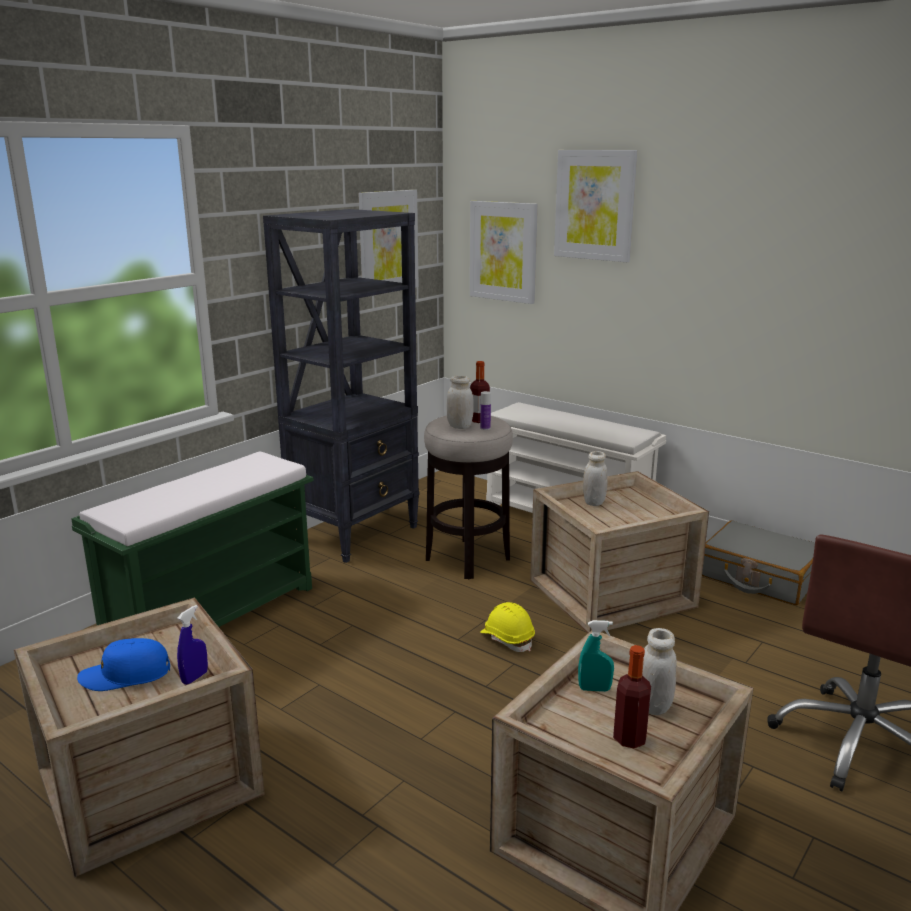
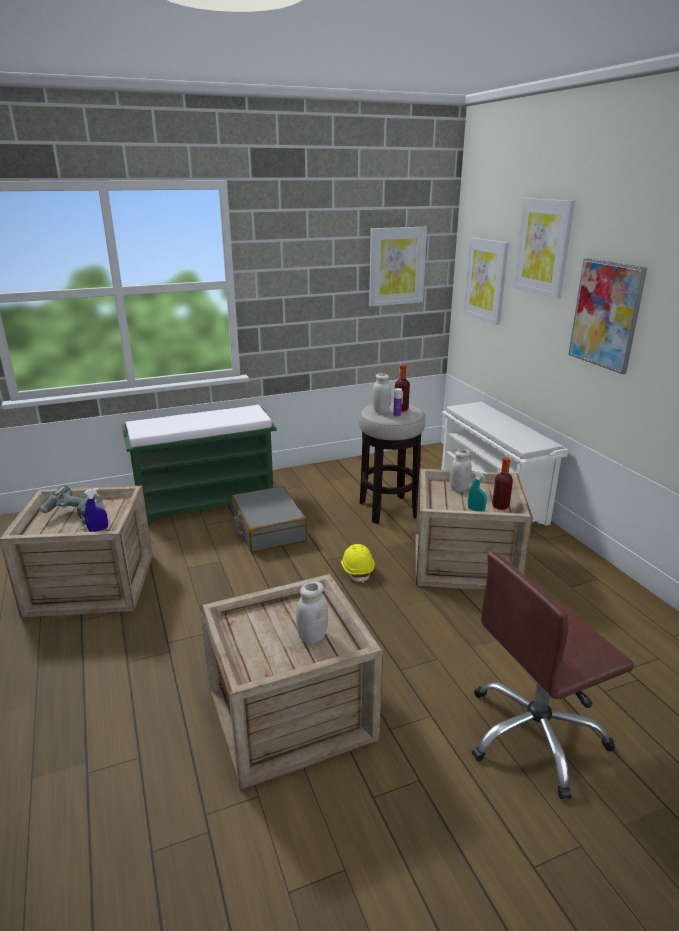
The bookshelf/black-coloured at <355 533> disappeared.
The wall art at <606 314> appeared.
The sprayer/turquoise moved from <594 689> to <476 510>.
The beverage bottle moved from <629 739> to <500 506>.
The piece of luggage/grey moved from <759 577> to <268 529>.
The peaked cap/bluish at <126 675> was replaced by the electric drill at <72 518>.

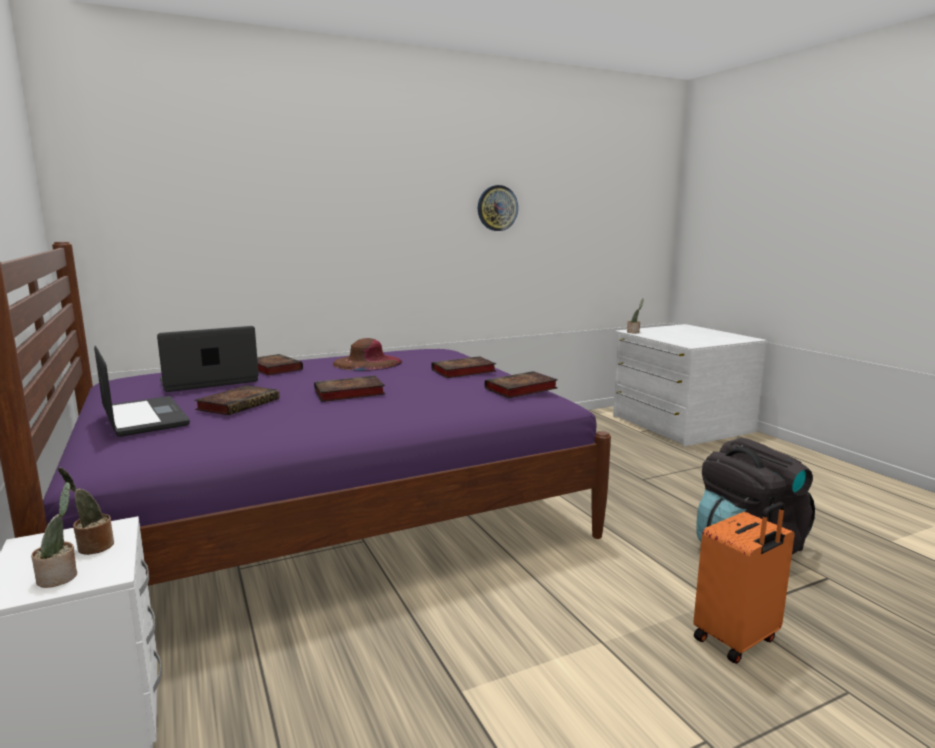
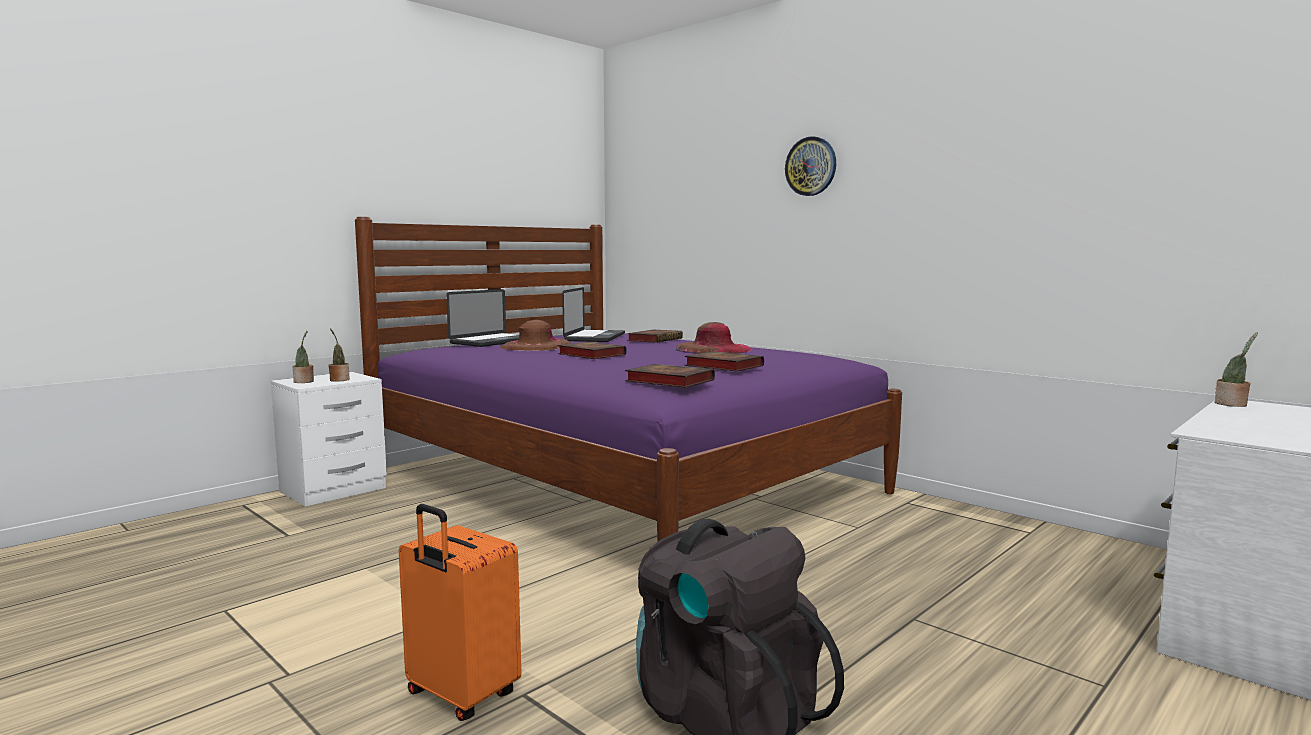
The wall clock moved from <497 208> to <811 166>.
The book at <239 404> was replaced by the clothing hat/brownish at <536 346>.
The laptop at <209 381> turned 60 degrees clockwise.

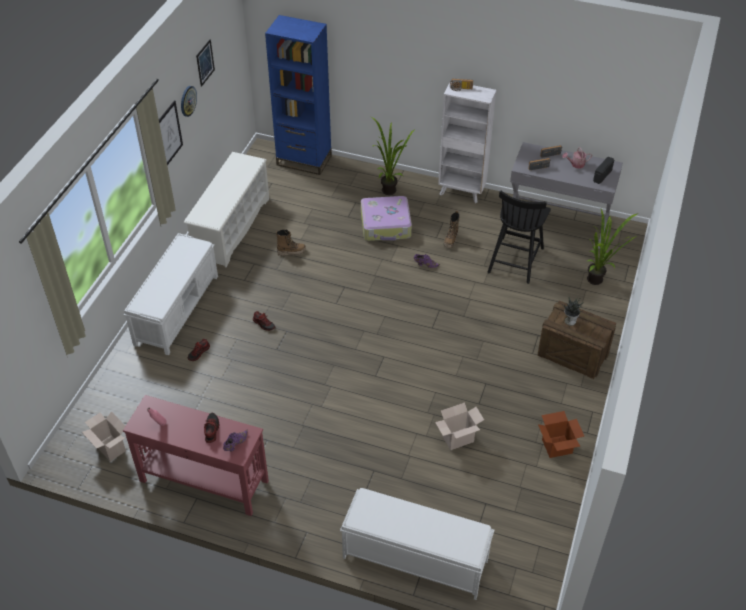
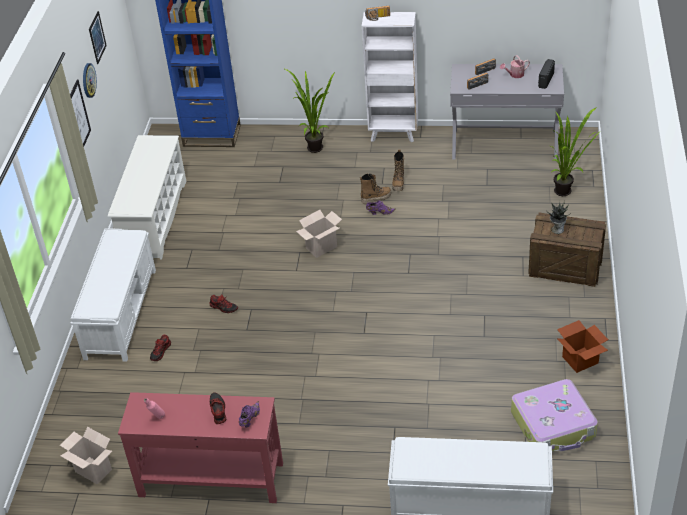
The upright chair/black-coloured at <515 259> disappeared.
The boot moved from <291 252> to <376 198>.
The piece of luggage moved from <386 225> to <554 425>.
The carton moved from <457 440> to <321 248>.

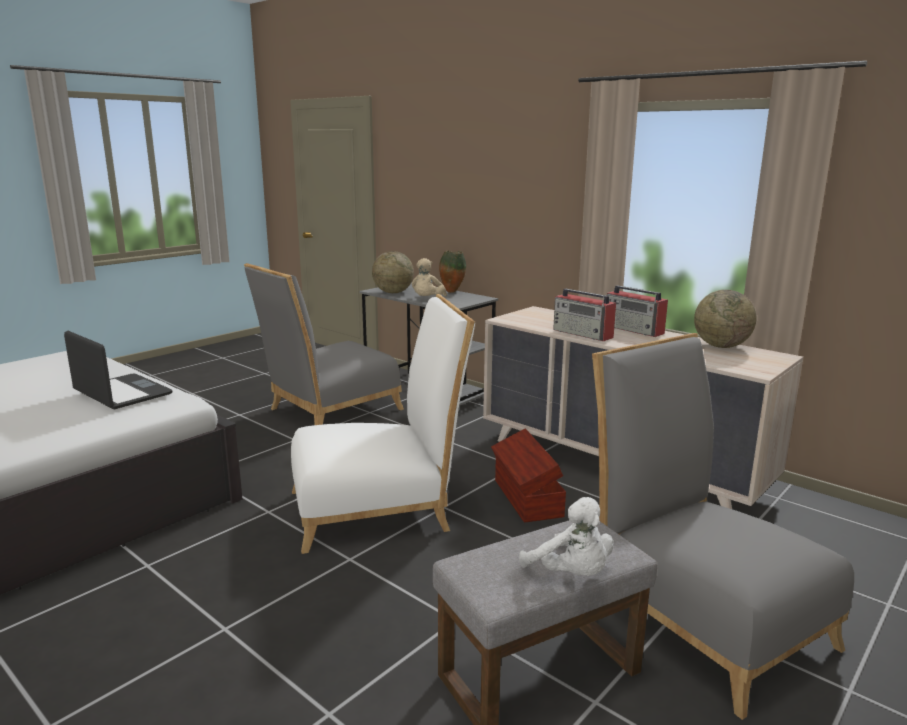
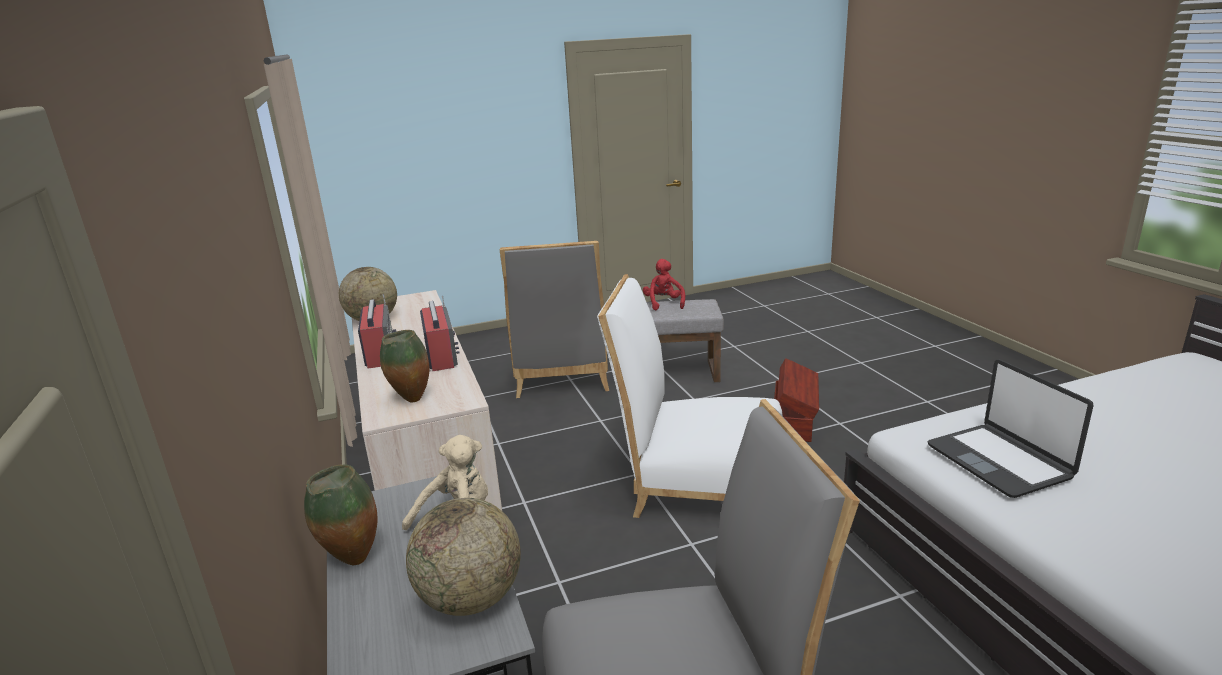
The vase at <411 400> appeared.
The storage box/brownish moved from <526 498> to <793 420>.
The plush toy/white at <571 574> became the plush toy/red-coloured at <664 303>.

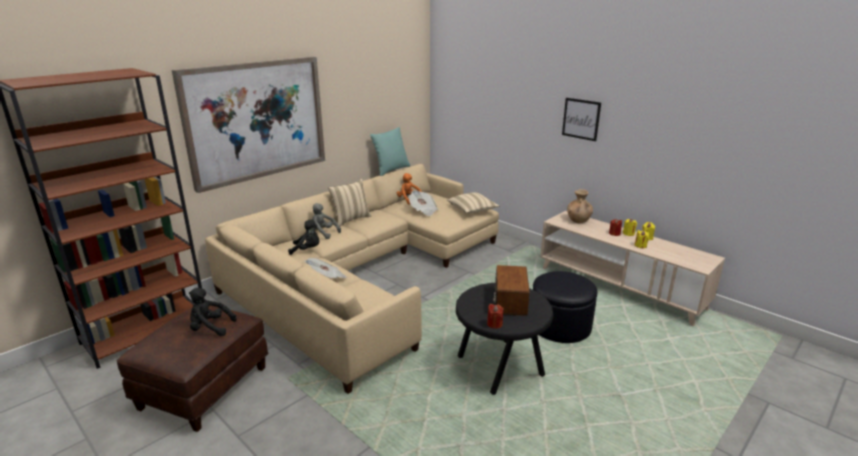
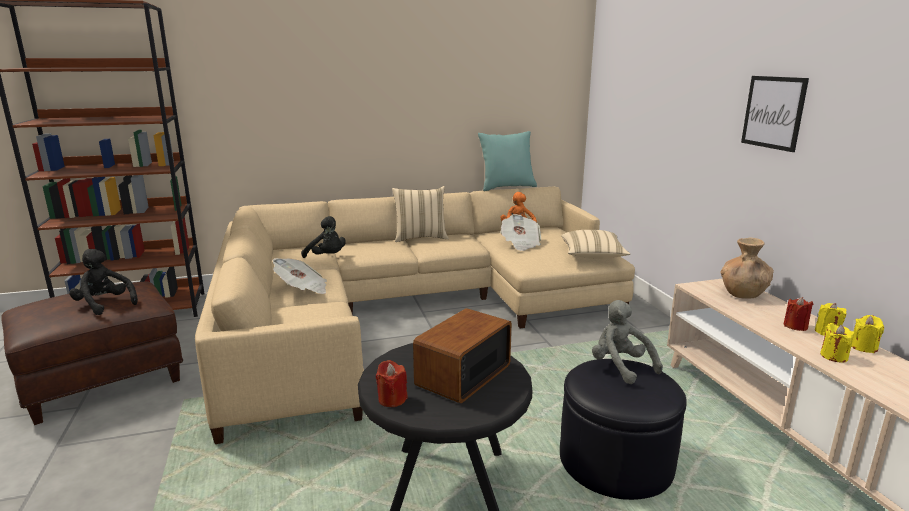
The wall art at <256 120> disappeared.
The plush toy/grey moved from <323 233> to <620 367>.

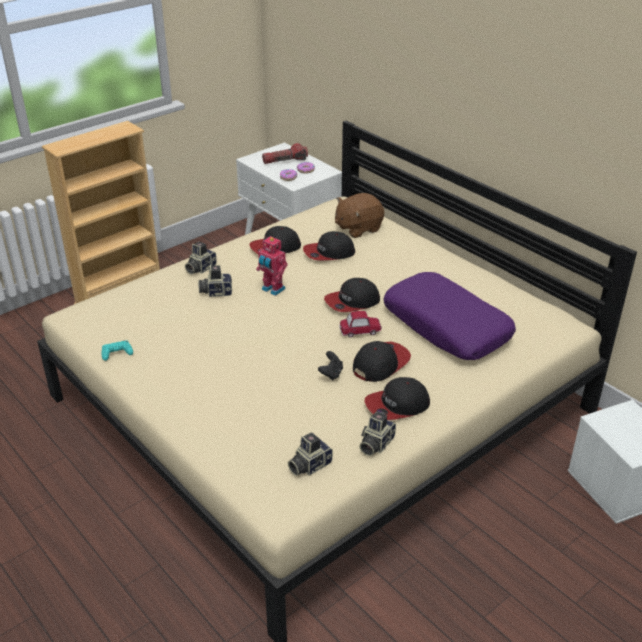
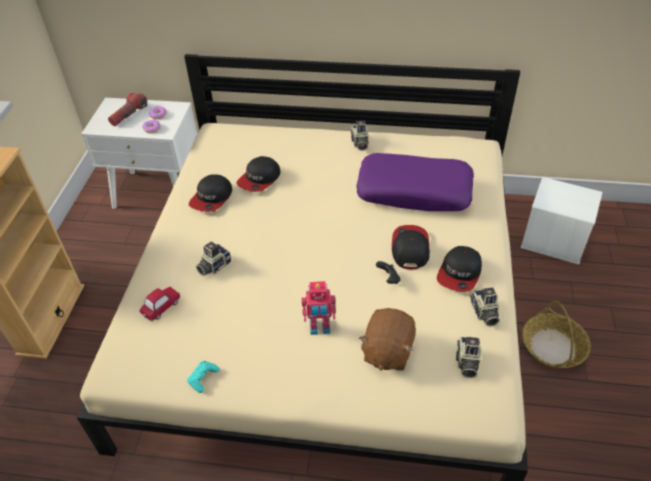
The peaked cap at <352 302> disappeared.
The basket at <553 347> appeared.
The photo camera moved from <200 268> to <359 143>.
The toy robot moved from <272 290> to <320 328>.
The plush toy/brownish moved from <358 228> to <387 351>.
The miniature car moved from <360 330> to <161 306>.

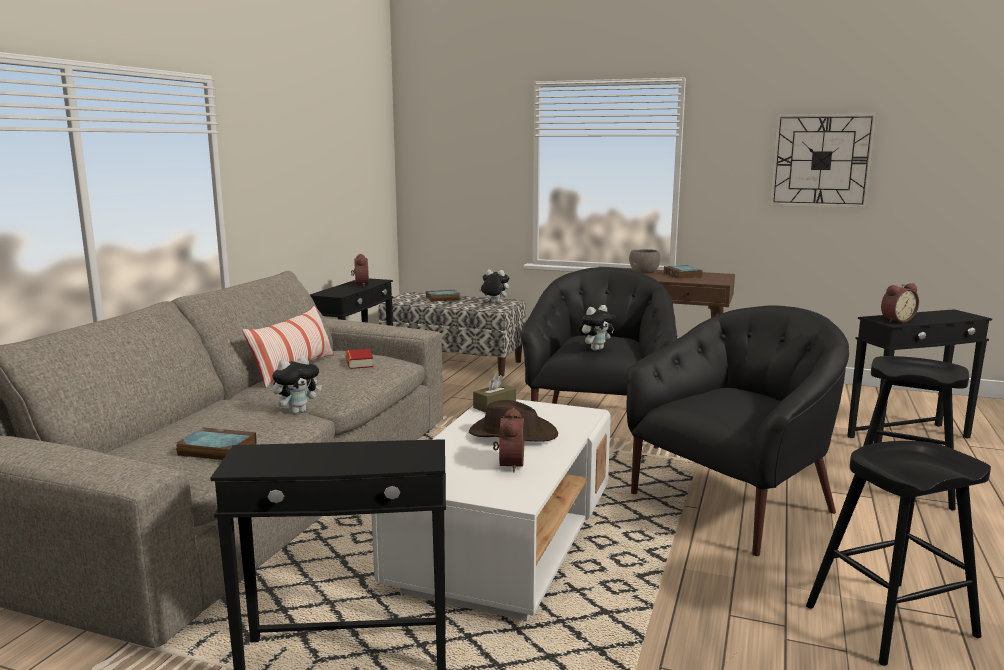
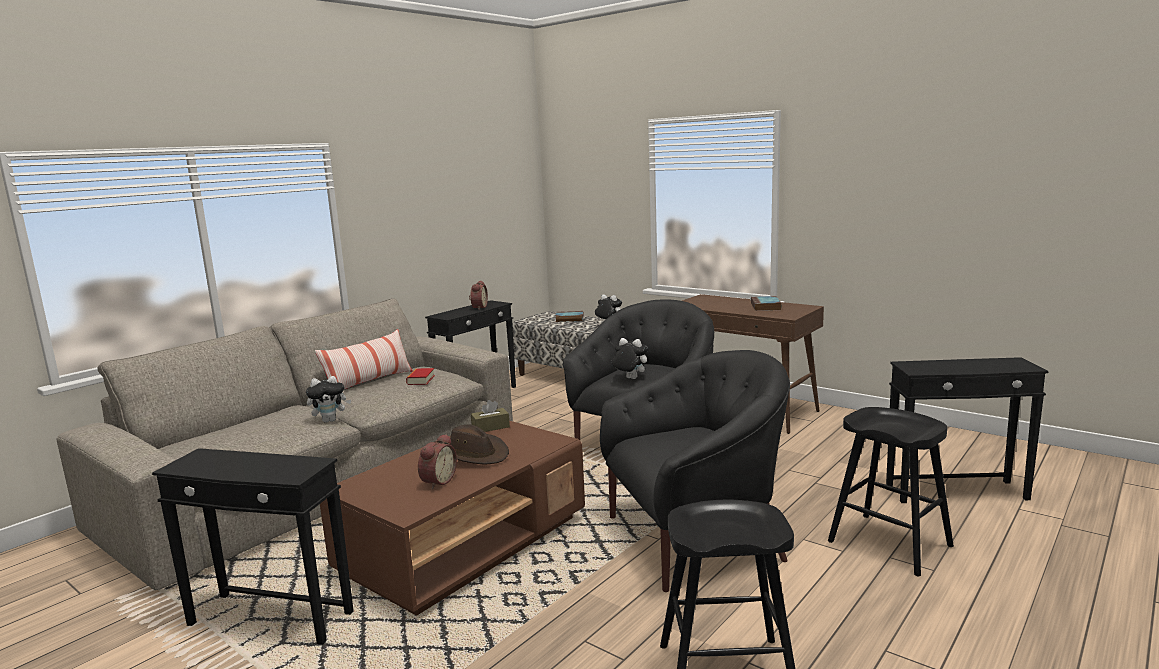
The book at <215 450> disappeared.
The deep dish/grey at <643 272> disappeared.
The wall clock at <821 160> disappeared.
The table clock at <896 320> disappeared.
The coffee table/white at <504 541> became the coffee table/brownish at <465 546>.
The plush toy at <596 349> turned 135 degrees counterclockwise.

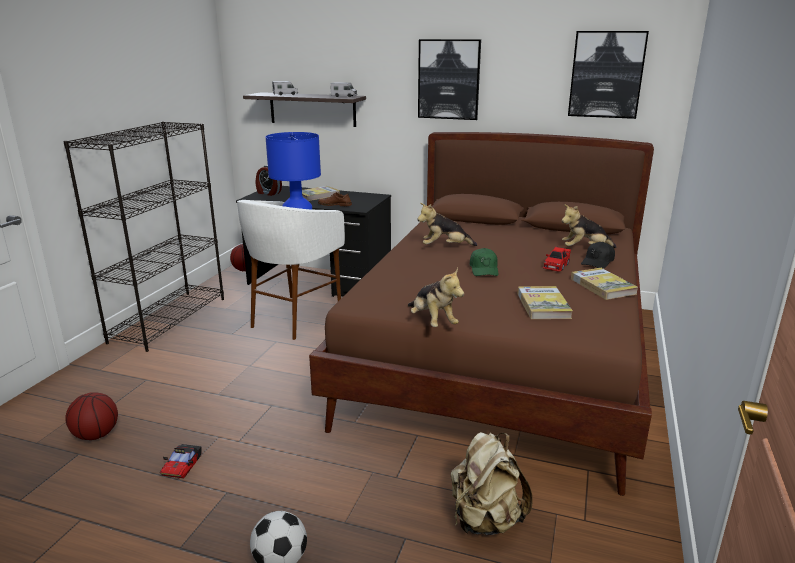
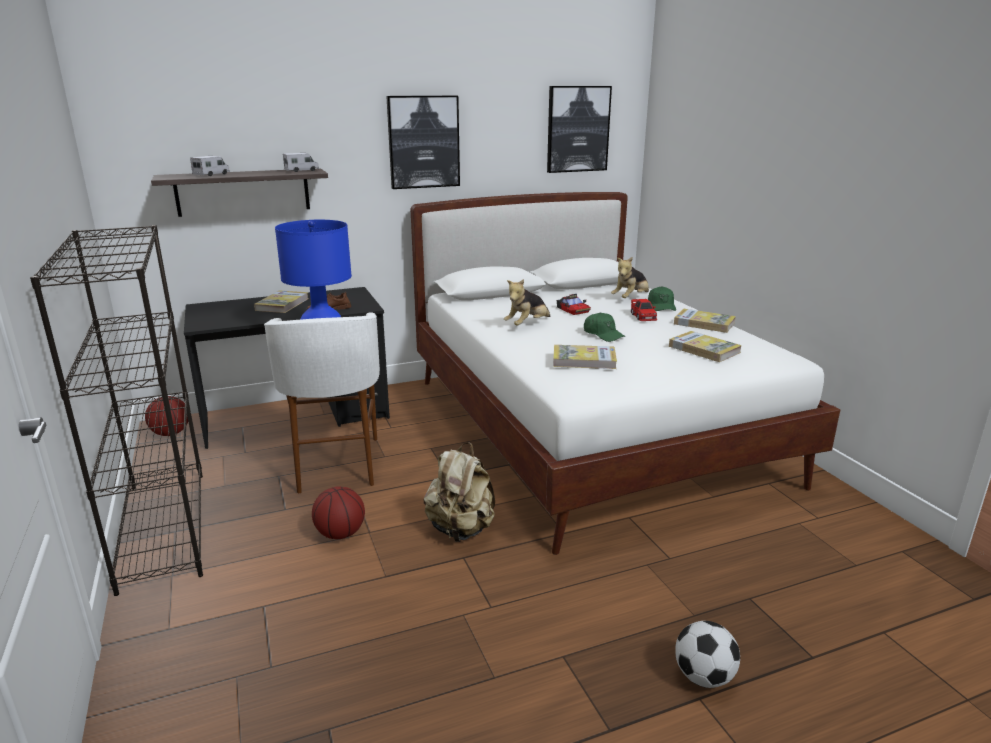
The table clock at <268 193> disappeared.
The plush toy at <432 322> disappeared.
The book at <584 360> appeared.
The ball for basketball moved from <96 435> to <340 534>.
The miniature car moved from <182 465> to <573 310>.
The backpack/beige-coloured moved from <485 520> to <461 529>.
The bed/brownish at <500 360> became the bed/white at <589 428>.
The peaked cap/black-coloured at <598 262> became the peaked cap/greenish at <661 306>.

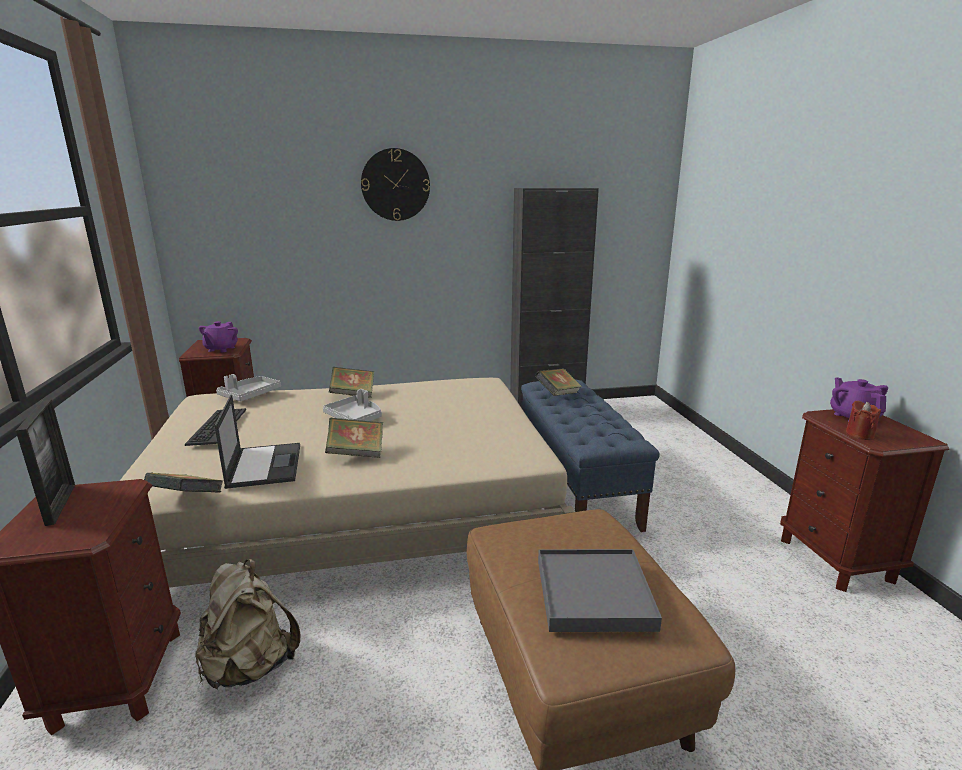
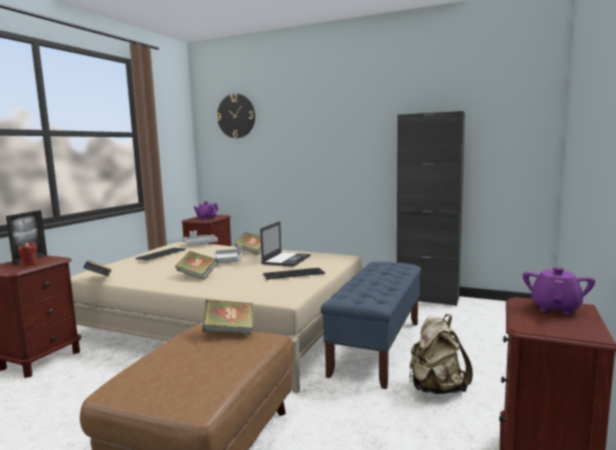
The carrying tray/grey at <593 594> disappeared.
The PC keyboard at <293 274> appeared.
The backpack/beige-coloured moved from <250 666> to <436 388>.
The laptop moved from <264 465> to <286 259>.
The wall clock moved from <395 185> to <236 116>.
The book moved from <558 394> to <229 332>.
The wax candle/red-coloured moved from <859 435> to <30 264>.

